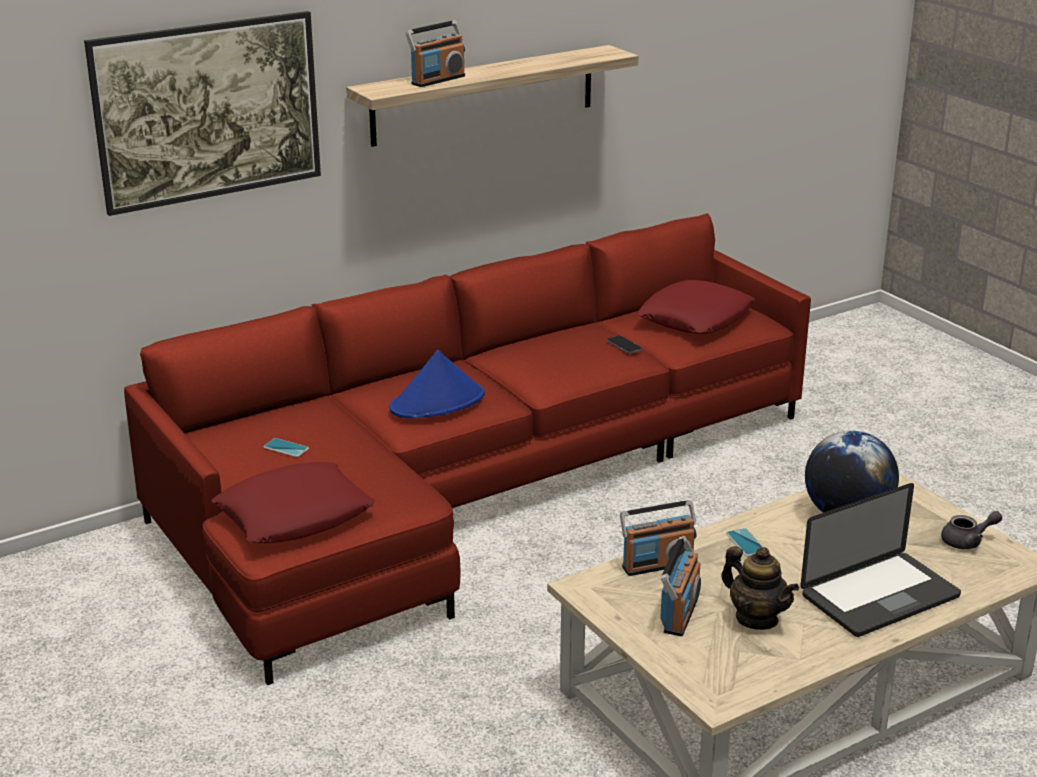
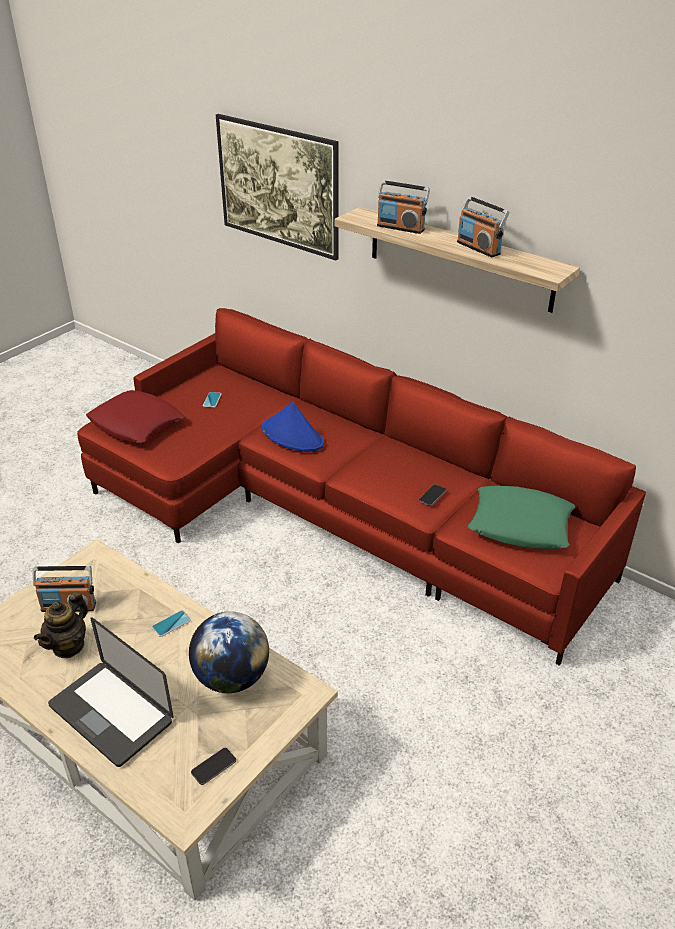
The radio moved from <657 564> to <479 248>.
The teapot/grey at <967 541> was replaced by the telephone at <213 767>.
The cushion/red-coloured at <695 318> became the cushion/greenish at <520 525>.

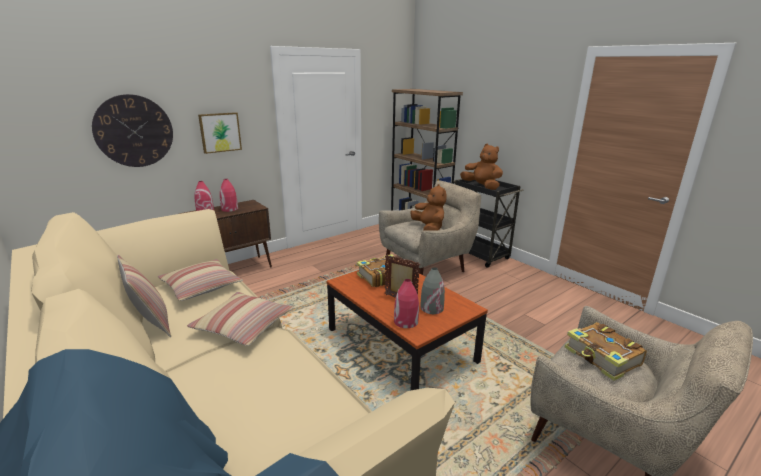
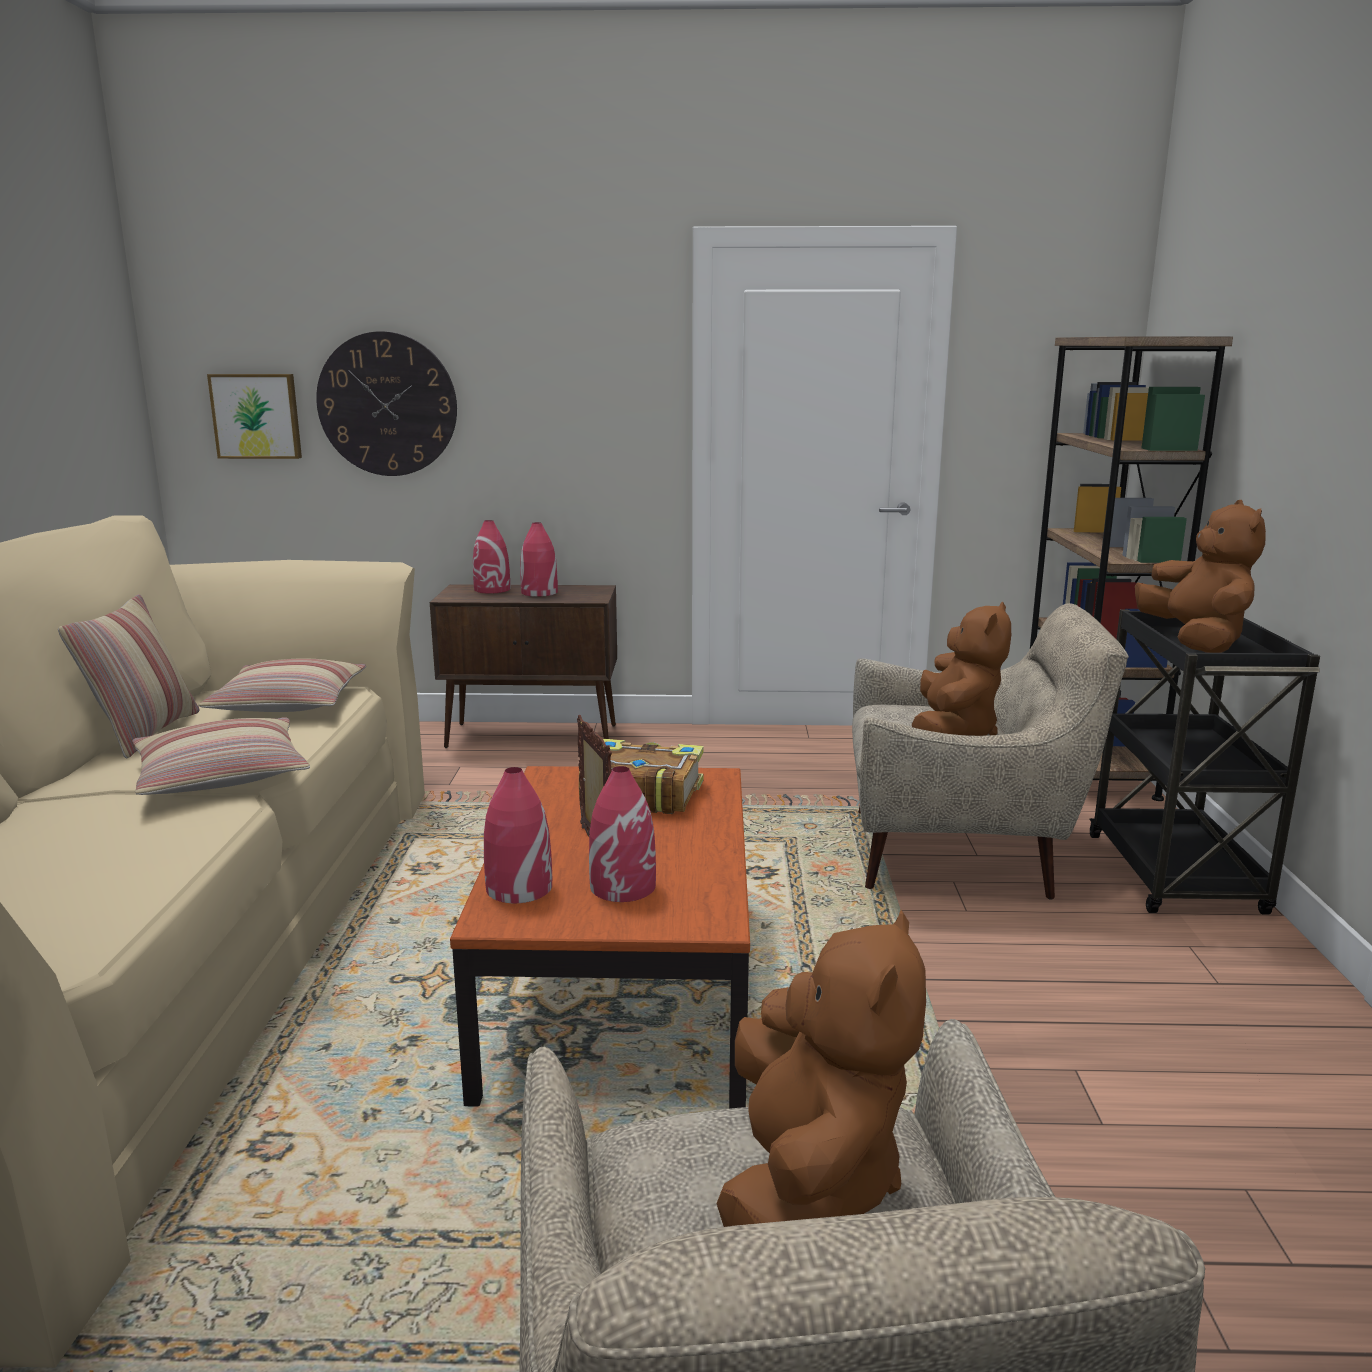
The wall art moved from <220 132> to <257 416>.
The book at <602 358> was replaced by the plush toy/brownish at <808 1183>.
The vase/grey at <431 308> became the vase/red-coloured at <622 886>.

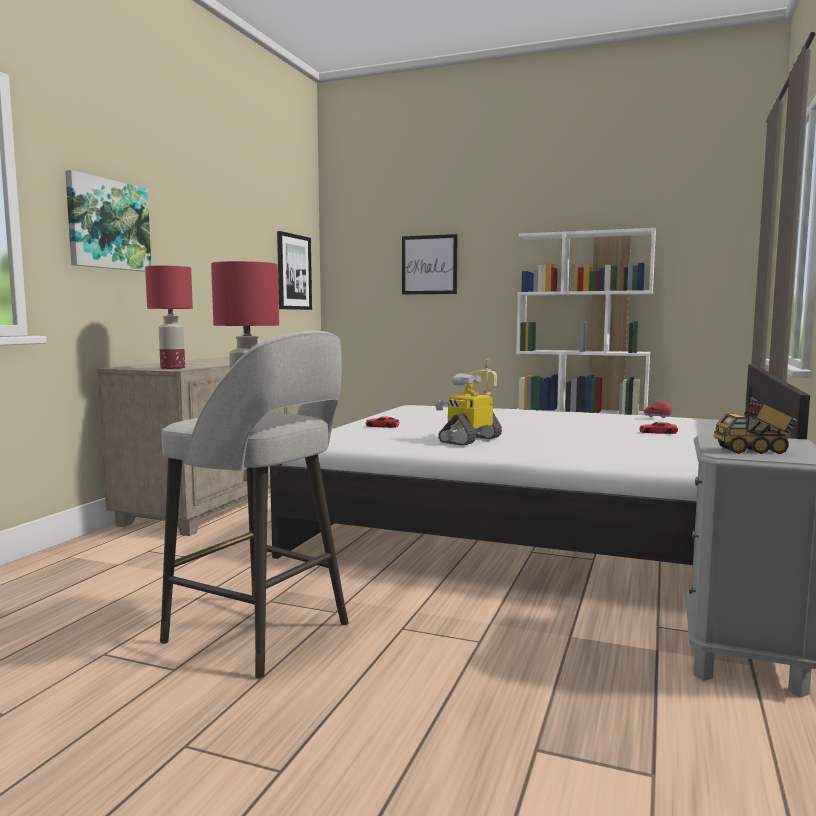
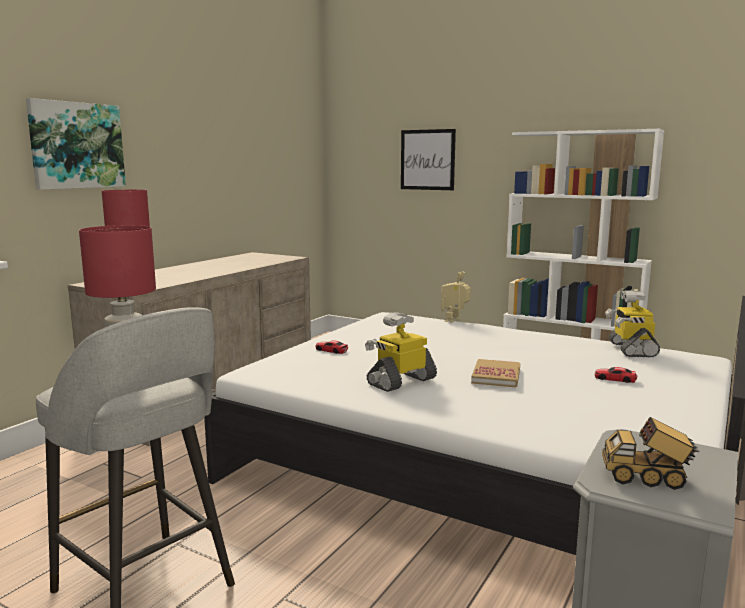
The wall art at <293 272> disappeared.
The book at <496 376> appeared.
The miniature car/red-coloured at <657 416> was replaced by the toy robot at <631 349>.

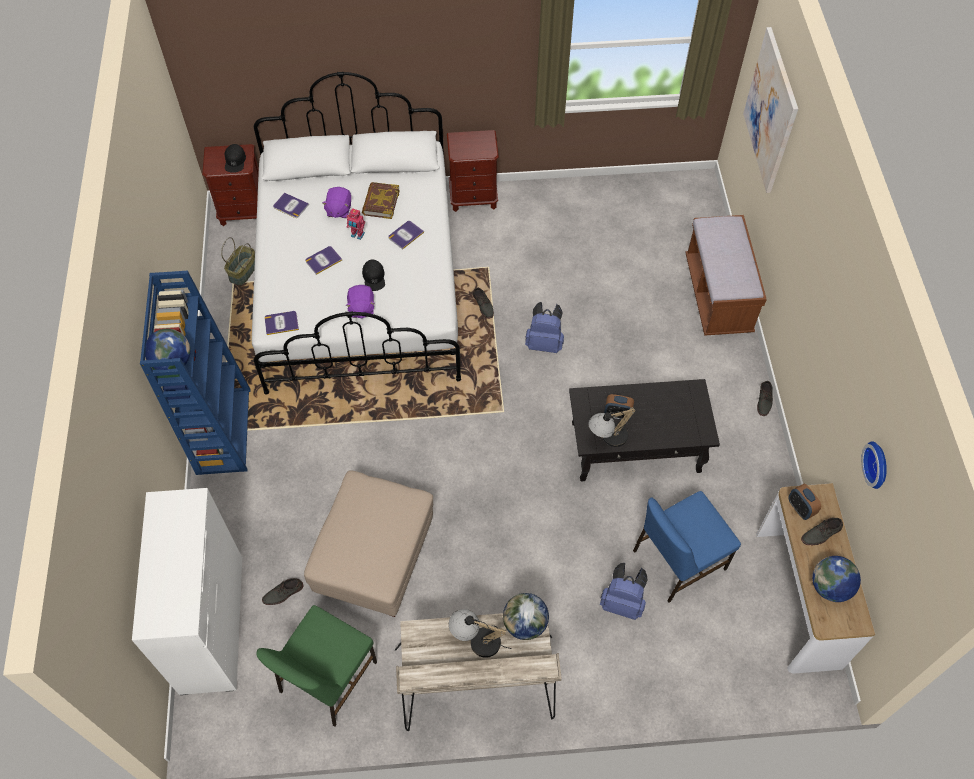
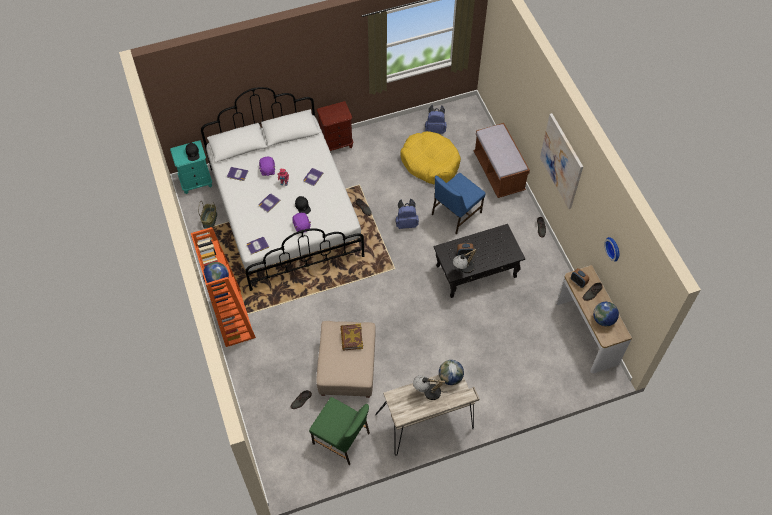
The dresser/white at <212 624> disappeared.
The dog cushion/yellow-coloured at <430 163> appeared.
The book moved from <380 203> to <351 338>.
The backpack/bluish moved from <622 602> to <435 129>.
The upright chair/bluish moved from <677 560> to <455 214>.
The wall art moved from <771 111> to <561 161>.
The bookshelf/bluish at <223 430> became the bookshelf/orange at <232 317>.
The night table/brownish at <243 212> became the night table/turquoise at <196 182>.
The upright chair/greenish at <326 678> turned 75 degrees counterclockwise.

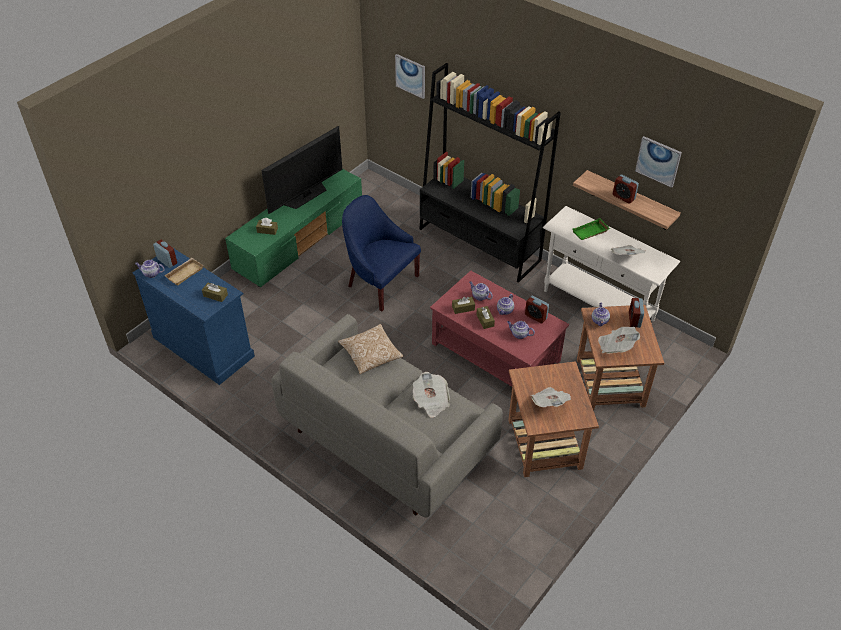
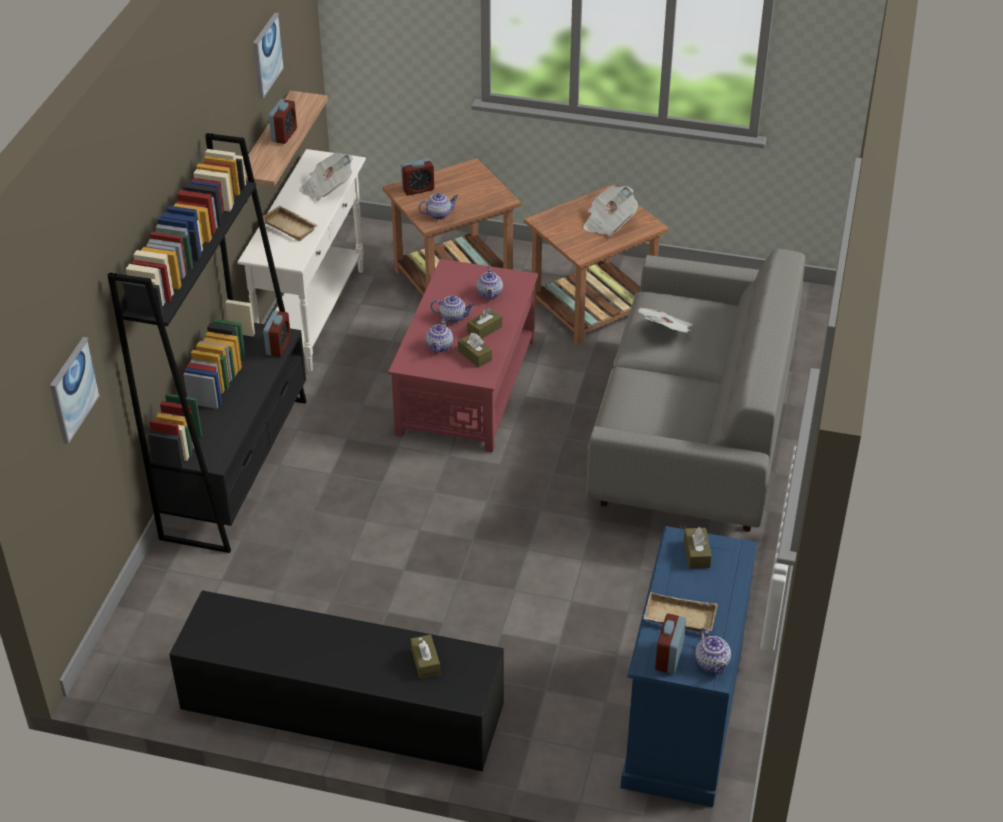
The TV set at <305 195> disappeared.
The cushion at <371 355> disappeared.
The easy chair/bluish at <380 282> disappeared.
The newspaper at <616 346> disappeared.
The table clock moved from <536 316> to <278 346>.
The tv stand/greenish at <299 239> became the tv stand/black-coloured at <340 710>.
The carrying tray/greenish at <590 233> became the carrying tray/beige-coloured at <291 226>.

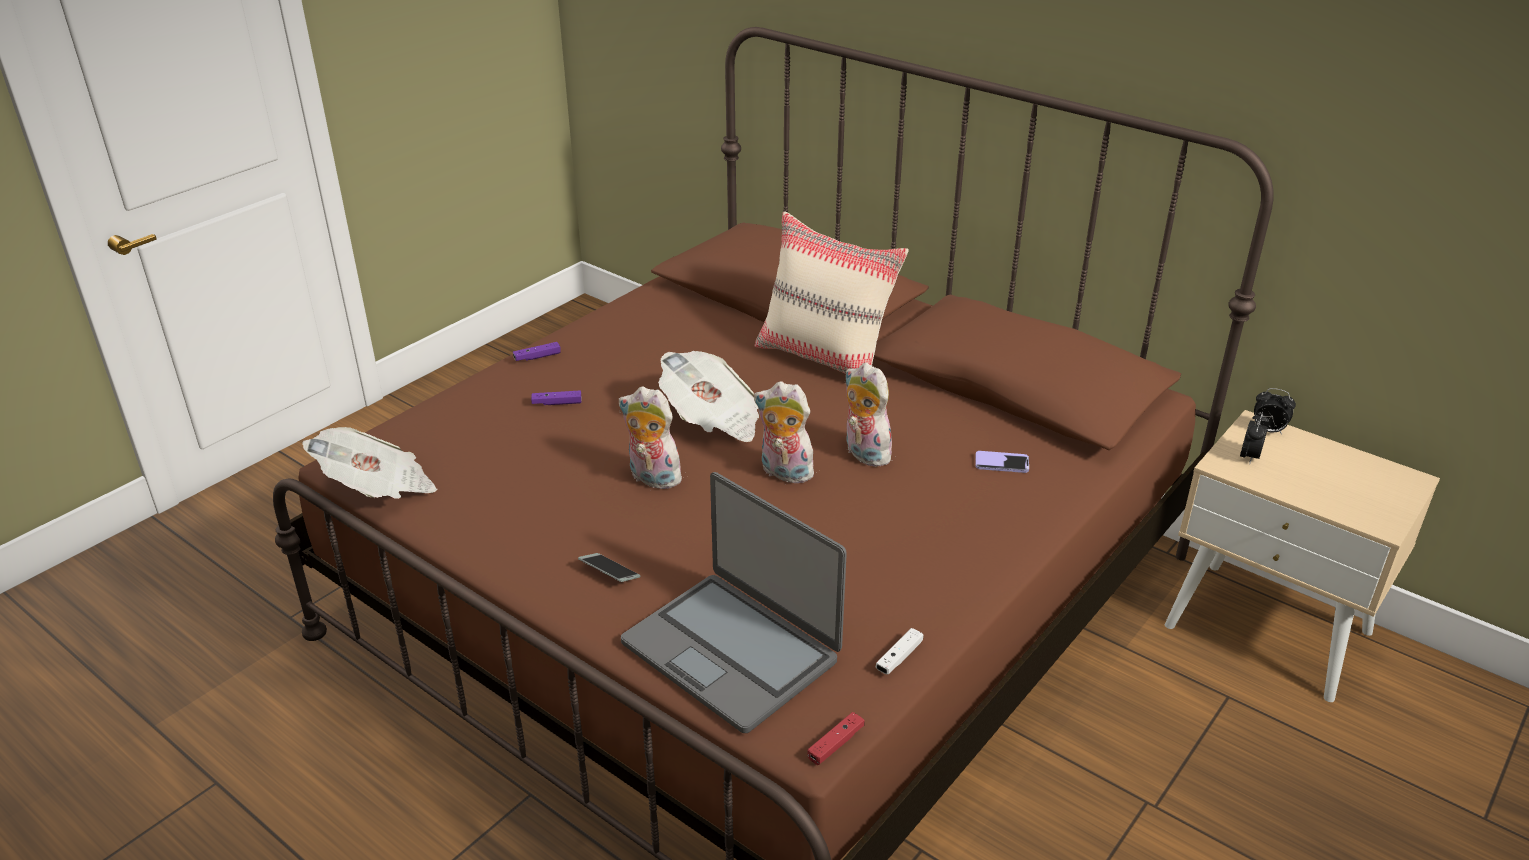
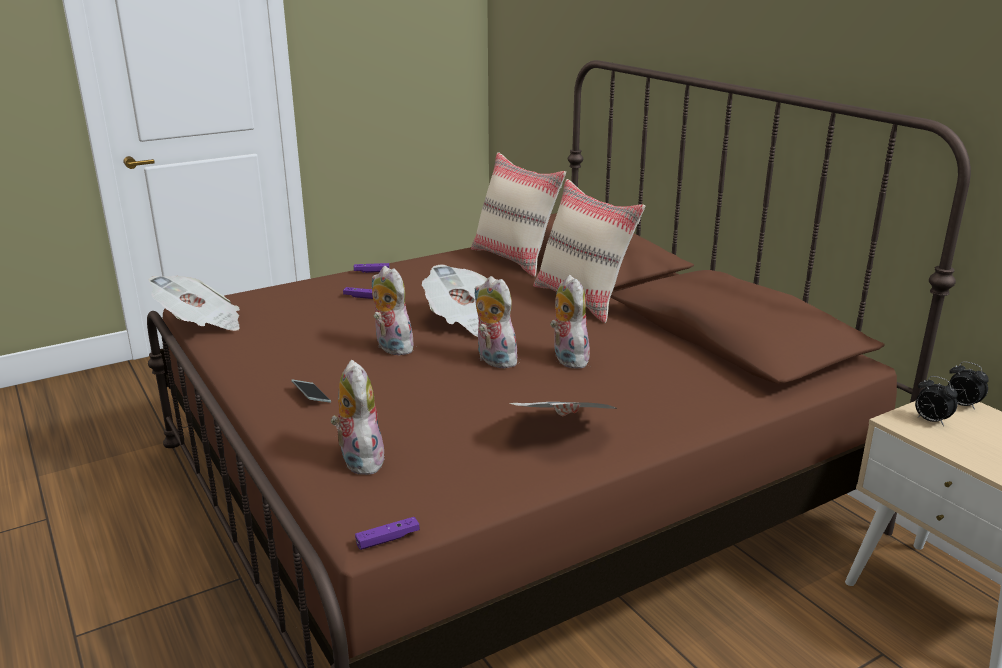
The gamepad/white at <899 657> disappeared.
The telephone at <1001 463> disappeared.
The cushion/beige-coloured at <515 259> appeared.
The newspaper at <563 431> appeared.
The laptop at <732 650> was replaced by the plush toy at <359 460>.
The gamepad/red-coloured at <835 744> became the gamepad/purplish at <388 539>.
The table clock at <1249 457> turned 90 degrees clockwise.

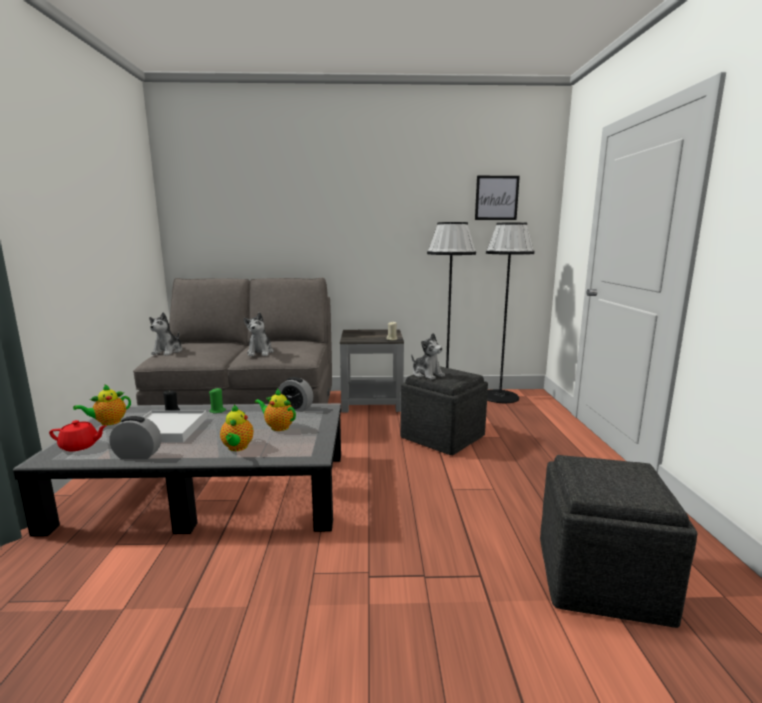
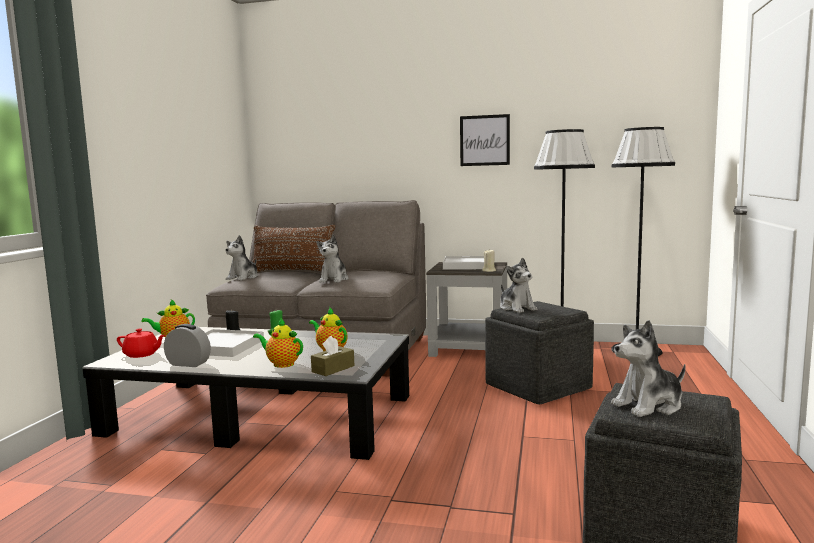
The table clock at <295 408> disappeared.
The cushion/brownish at <293 272> appeared.
The box of tissues/brownish at <333 369> appeared.
The carrying tray/white at <466 266> appeared.
The plush toy at <649 405> appeared.
The wall art moved from <496 198> to <484 140>.
The teapot at <237 448> turned 105 degrees clockwise.

